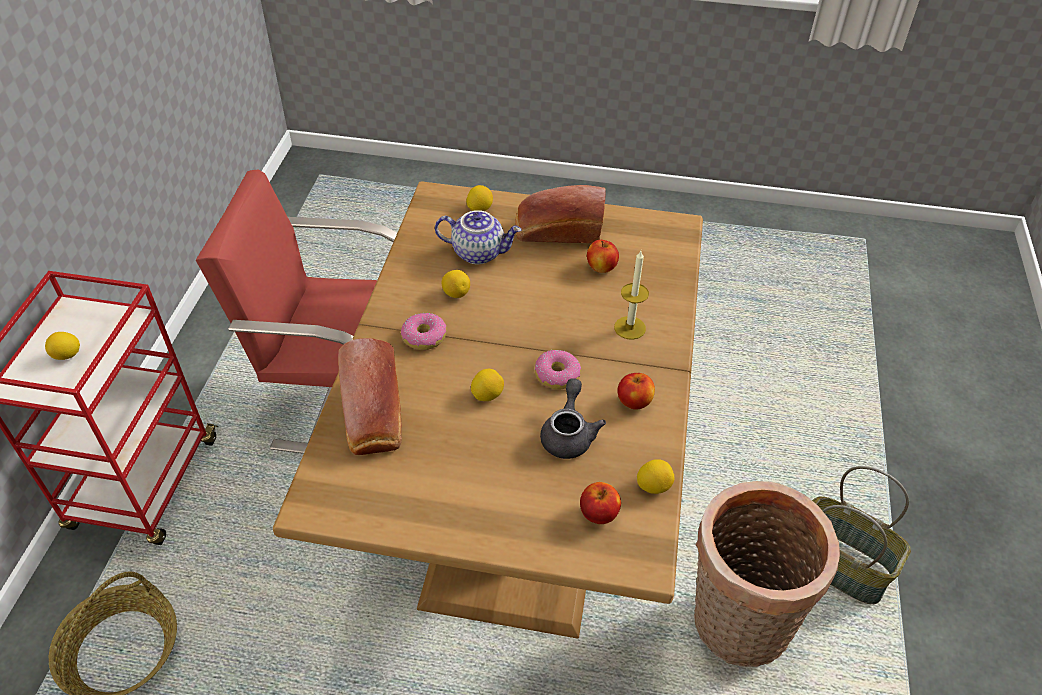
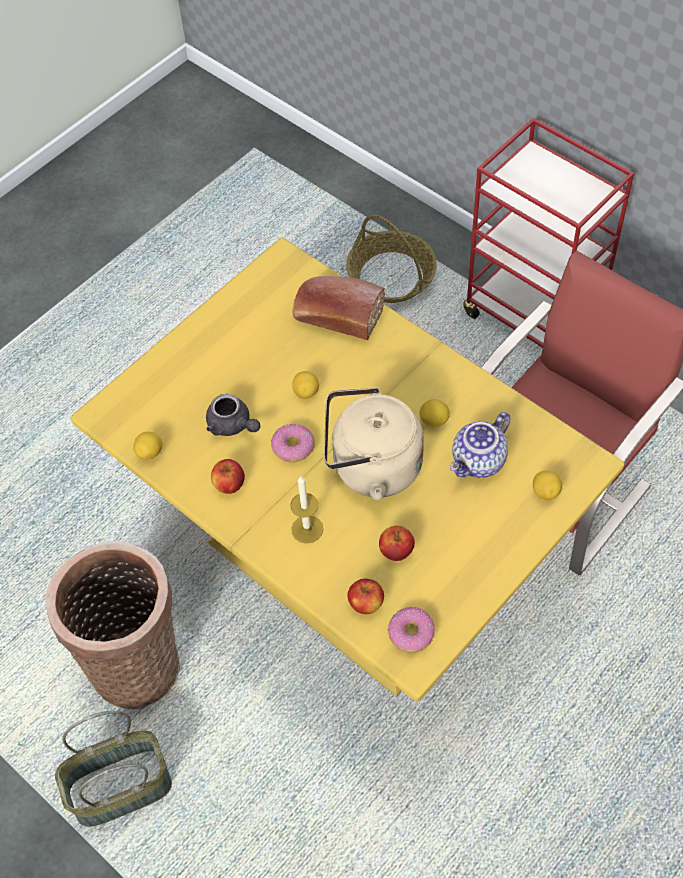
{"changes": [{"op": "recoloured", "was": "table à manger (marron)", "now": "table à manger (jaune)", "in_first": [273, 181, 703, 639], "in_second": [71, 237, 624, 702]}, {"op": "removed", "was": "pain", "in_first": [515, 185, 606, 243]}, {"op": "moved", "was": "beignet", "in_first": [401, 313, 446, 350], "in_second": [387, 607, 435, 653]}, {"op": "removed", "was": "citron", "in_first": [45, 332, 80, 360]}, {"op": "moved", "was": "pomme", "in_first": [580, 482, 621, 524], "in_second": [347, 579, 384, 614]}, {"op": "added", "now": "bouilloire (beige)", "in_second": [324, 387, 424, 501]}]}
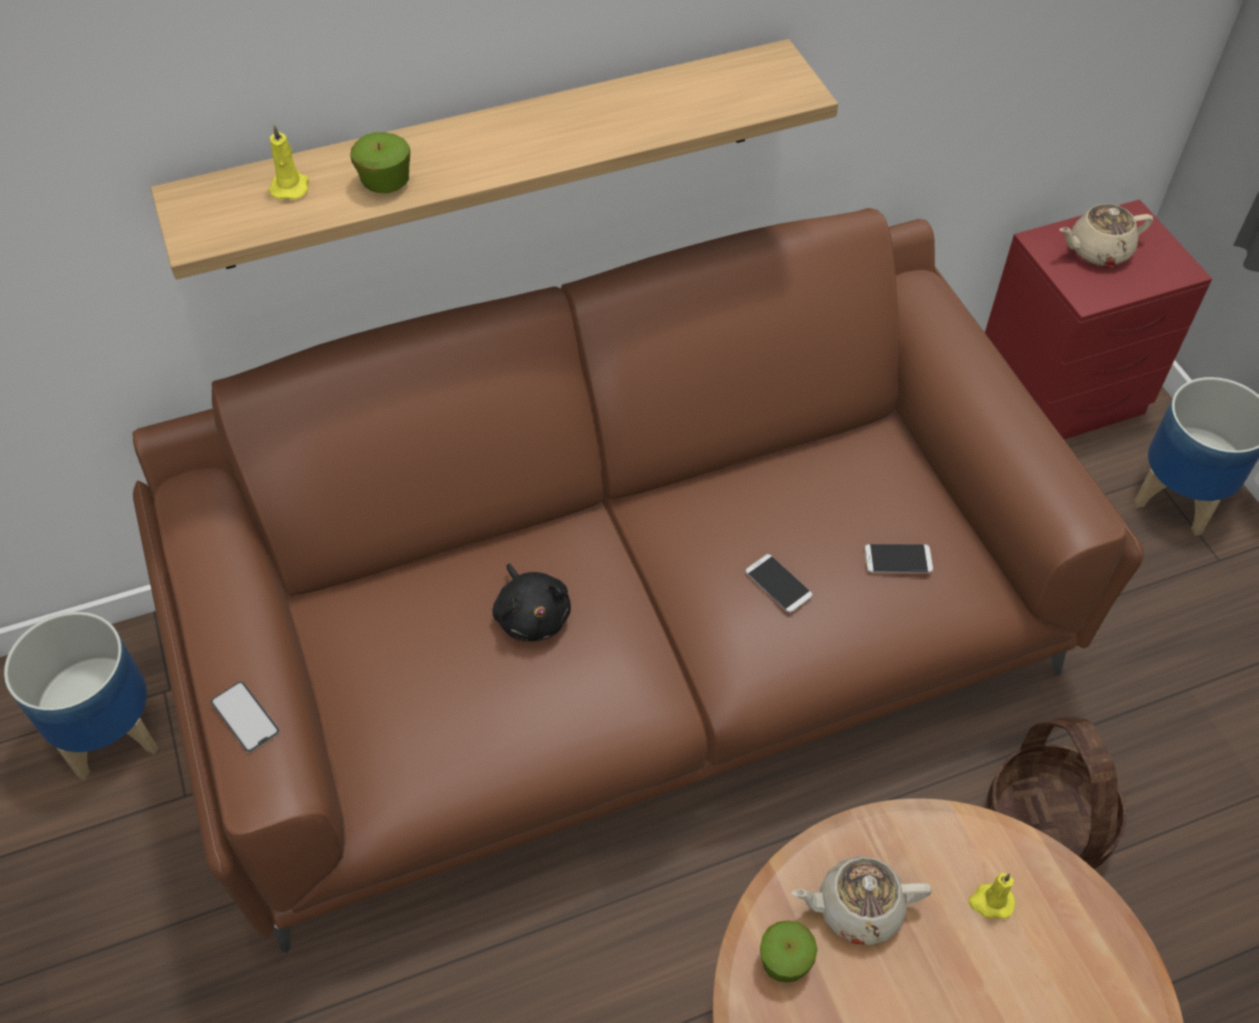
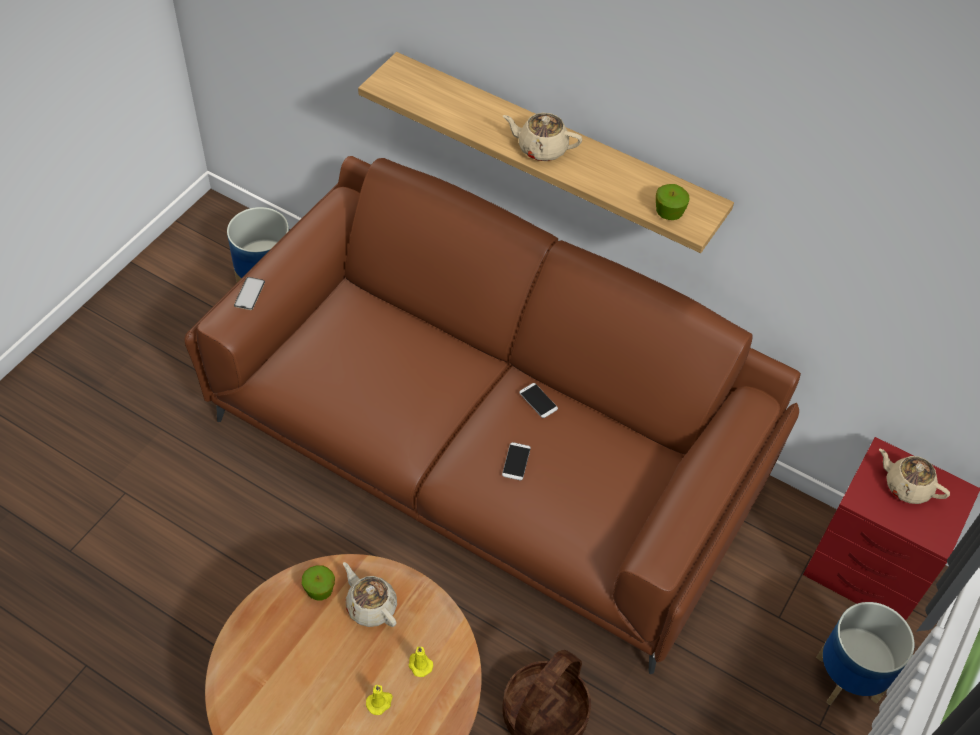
{"changes": [{"op": "moved", "was": "bougie (jaune)", "in_first": [269, 124, 309, 199], "in_second": [366, 685, 393, 715]}, {"op": "moved", "was": "pomme", "in_first": [350, 132, 410, 193], "in_second": [656, 184, 690, 220]}, {"op": "moved", "was": "téléphone", "in_first": [865, 544, 933, 573], "in_second": [519, 383, 558, 418]}, {"op": "removed", "was": "peluche (noir)", "in_first": [492, 564, 571, 641]}, {"op": "added", "now": "théière (beige)", "in_second": [503, 113, 582, 161]}]}
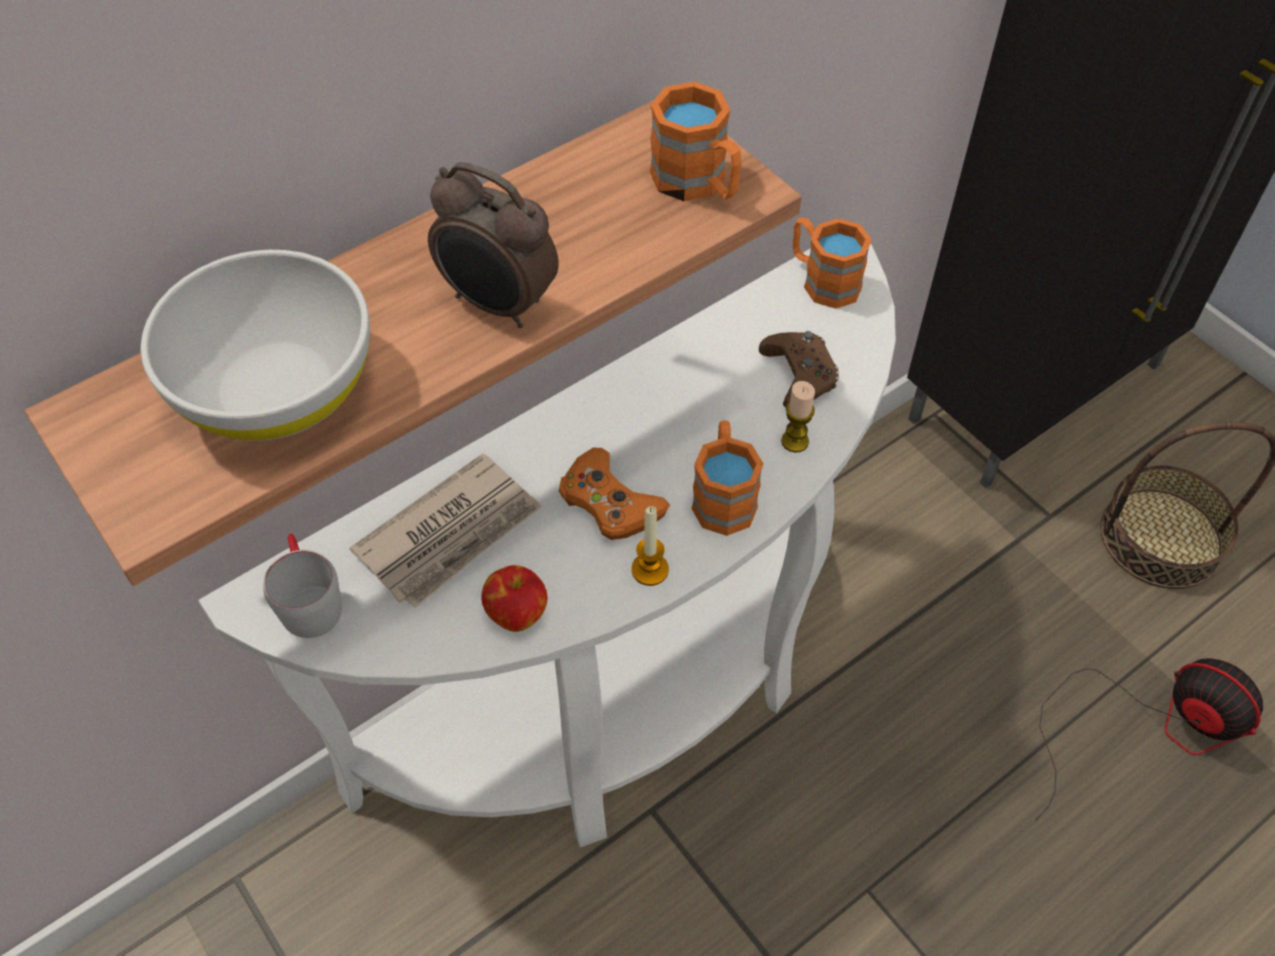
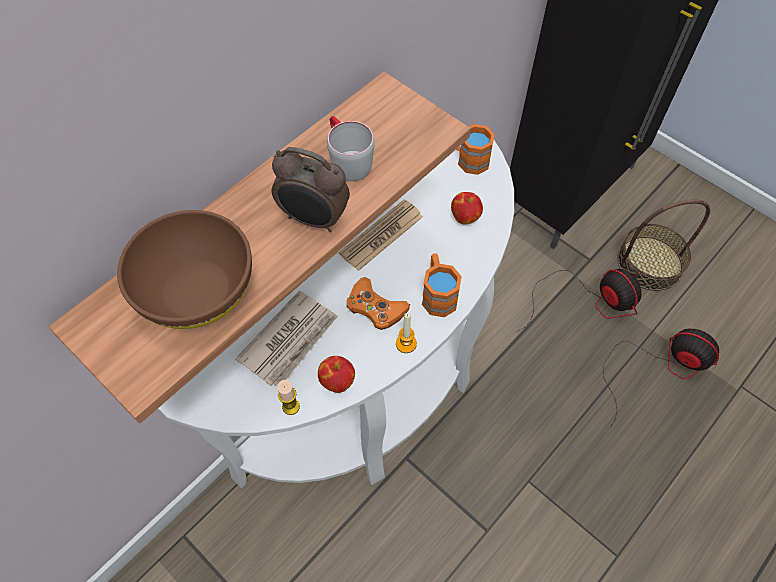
{"changes": [{"op": "removed", "was": "mug (orange)", "in_first": [650, 82, 742, 201]}, {"op": "recoloured", "was": "bol (blanc)", "now": "bol (marron)", "in_first": [141, 250, 370, 441], "in_second": [117, 210, 252, 329]}, {"op": "replaced", "was": "manette (marron)", "now": "pomme", "in_first": [759, 331, 839, 408], "in_second": [451, 192, 483, 224]}, {"op": "moved", "was": "bougie", "in_first": [781, 381, 815, 453], "in_second": [277, 380, 300, 415]}, {"op": "moved", "was": "mug (gris)", "in_first": [263, 534, 342, 638], "in_second": [327, 116, 375, 181]}, {"op": "added", "now": "journal", "in_second": [339, 199, 423, 271]}, {"op": "added", "now": "ventilateur", "in_second": [517, 269, 641, 332]}]}
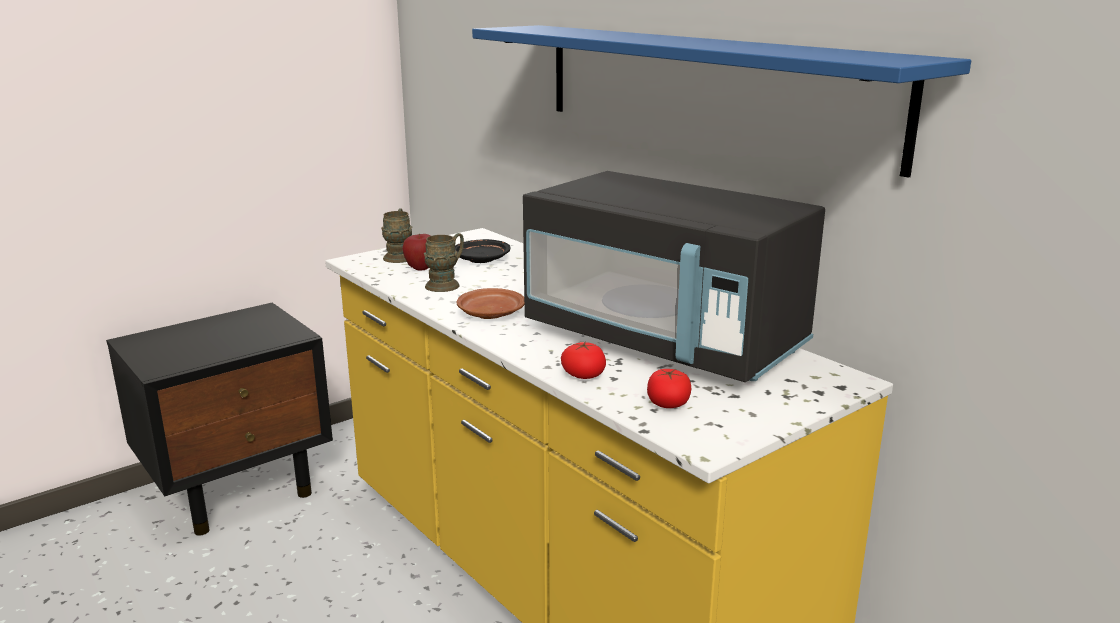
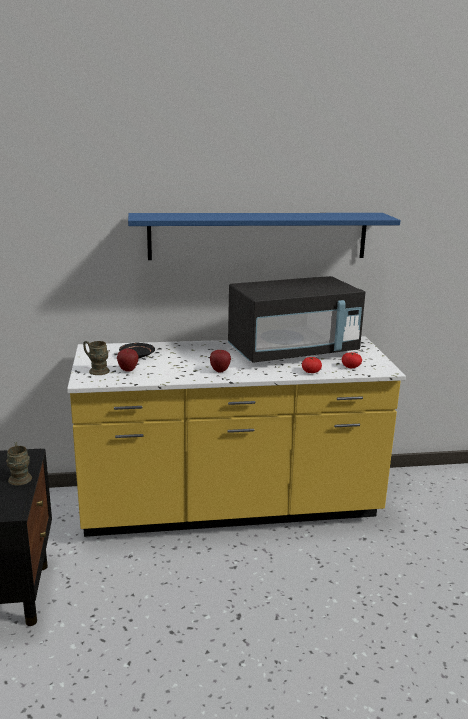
{"changes": [{"op": "moved", "was": "mug (marron)", "in_first": [424, 233, 464, 292], "in_second": [6, 442, 32, 485]}, {"op": "replaced", "was": "assiette (marron)", "now": "pomme", "in_first": [457, 288, 524, 319], "in_second": [210, 350, 231, 373]}]}
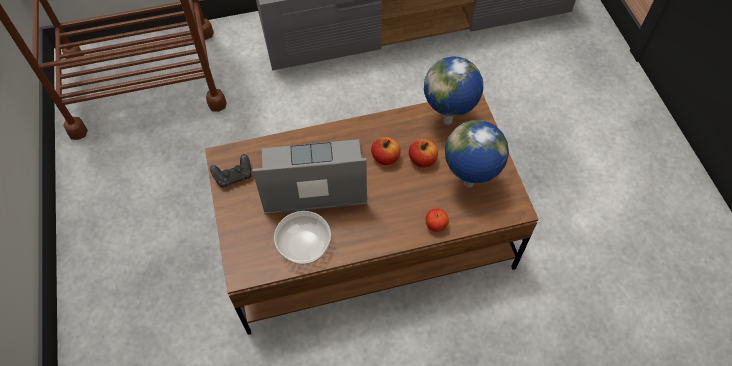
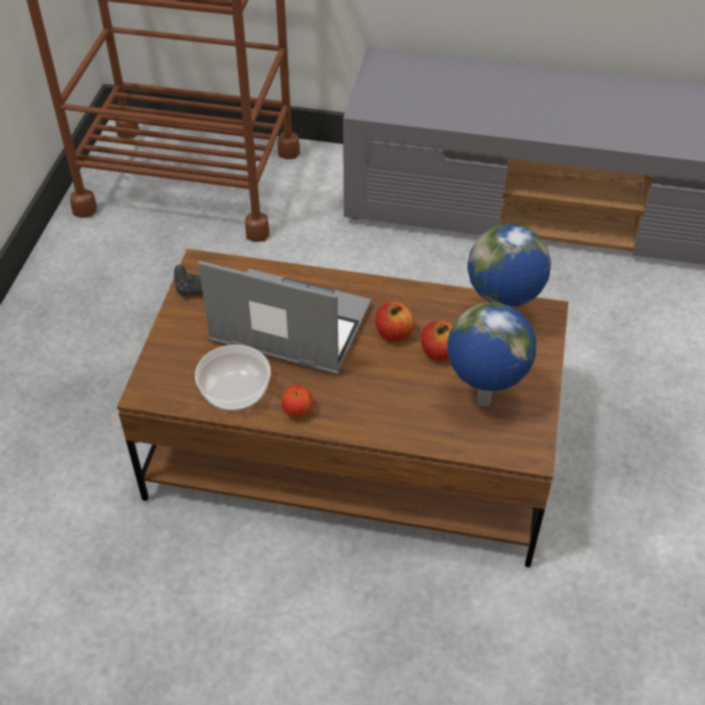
{"changes": [{"op": "moved", "was": "pomme", "in_first": [426, 208, 449, 232], "in_second": [282, 385, 313, 417]}]}
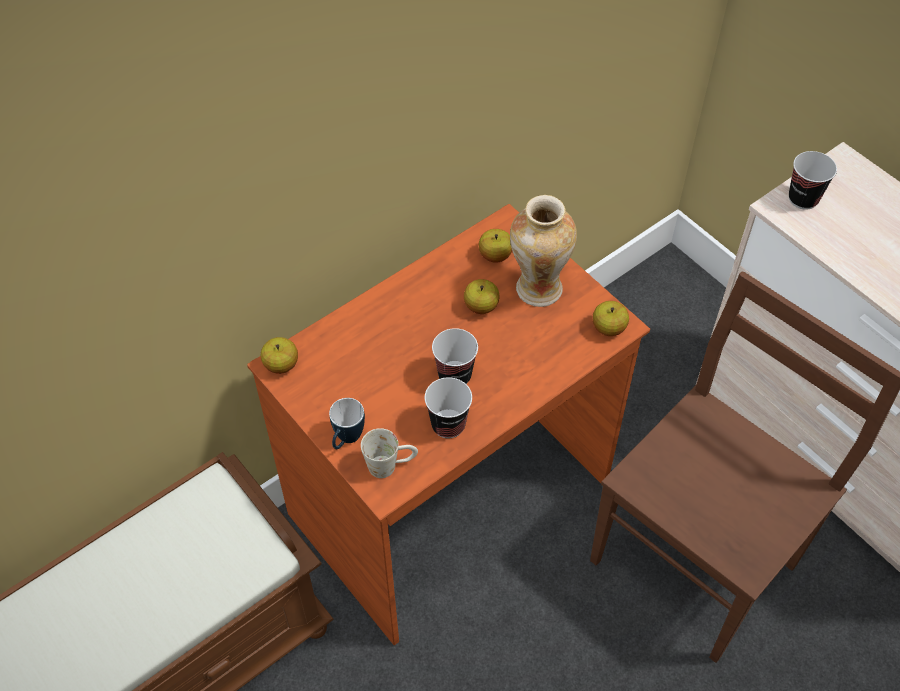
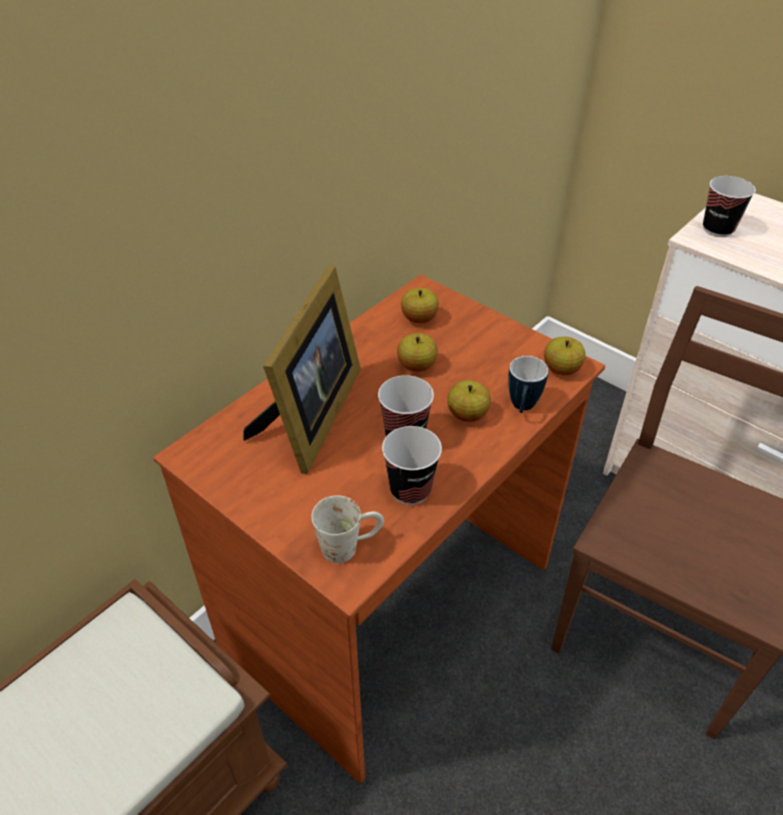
{"changes": [{"op": "removed", "was": "vase", "in_first": [510, 195, 577, 307]}, {"op": "moved", "was": "pomme", "in_first": [261, 337, 298, 374], "in_second": [447, 380, 491, 422]}, {"op": "moved", "was": "mug", "in_first": [329, 398, 365, 449], "in_second": [508, 356, 548, 413]}, {"op": "added", "now": "cadre photo", "in_second": [243, 264, 361, 474]}]}
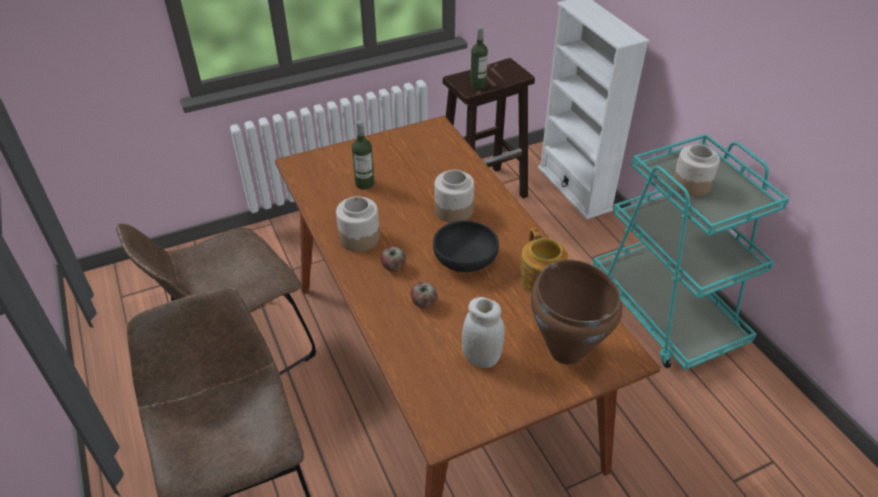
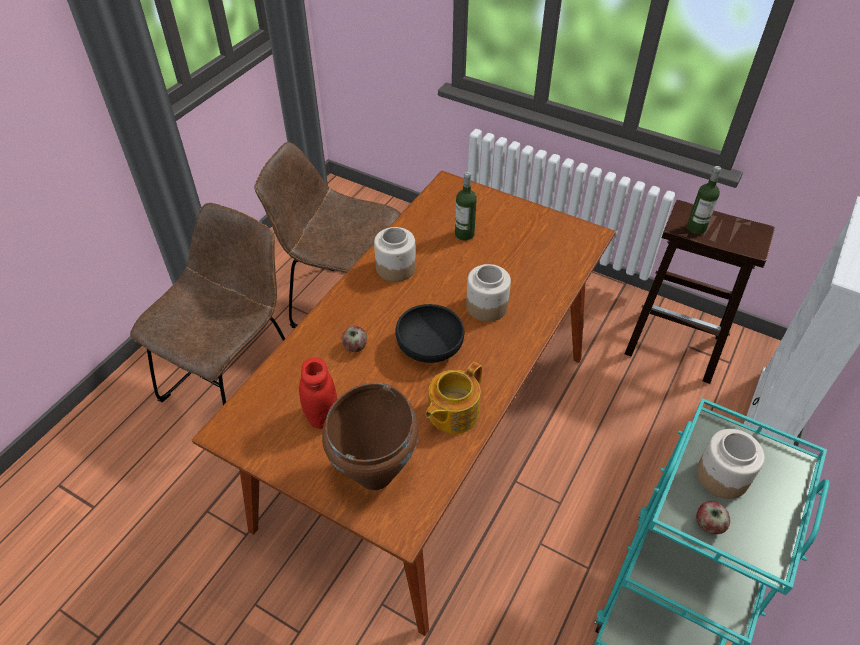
{"changes": [{"op": "moved", "was": "pomme", "in_first": [380, 247, 406, 271], "in_second": [696, 501, 730, 534]}, {"op": "recoloured", "was": "bocal (blanc)", "now": "bocal (rouge)", "in_first": [462, 297, 505, 368], "in_second": [299, 358, 337, 429]}]}
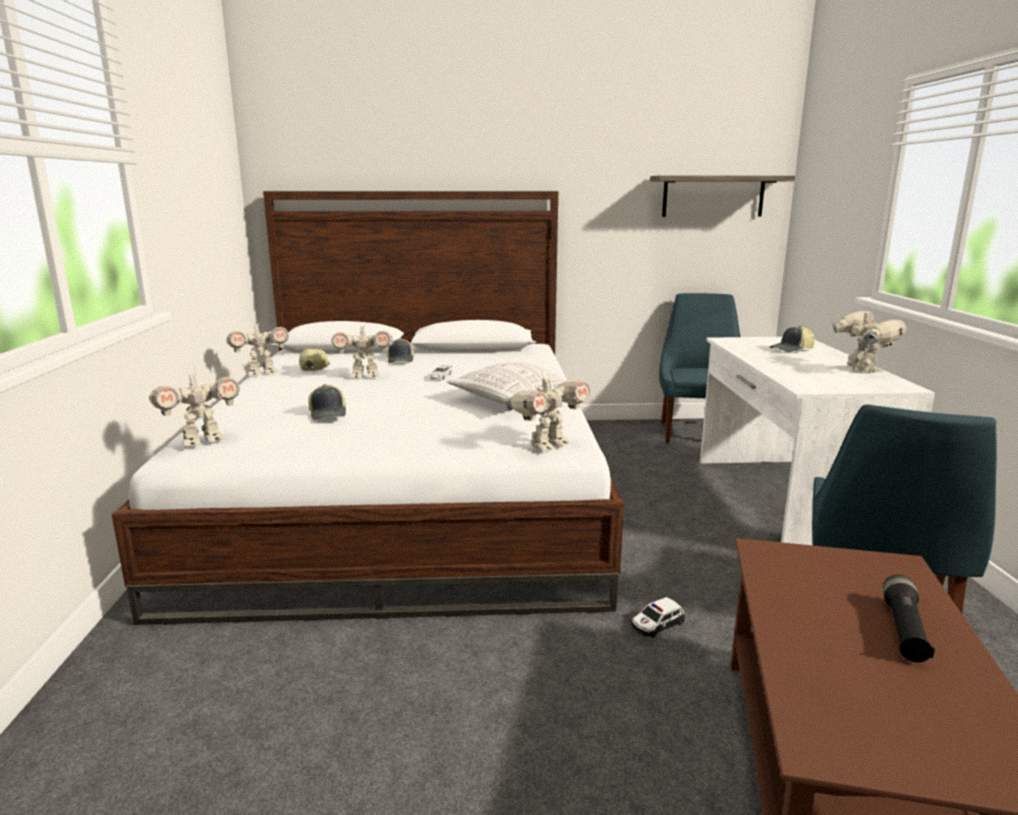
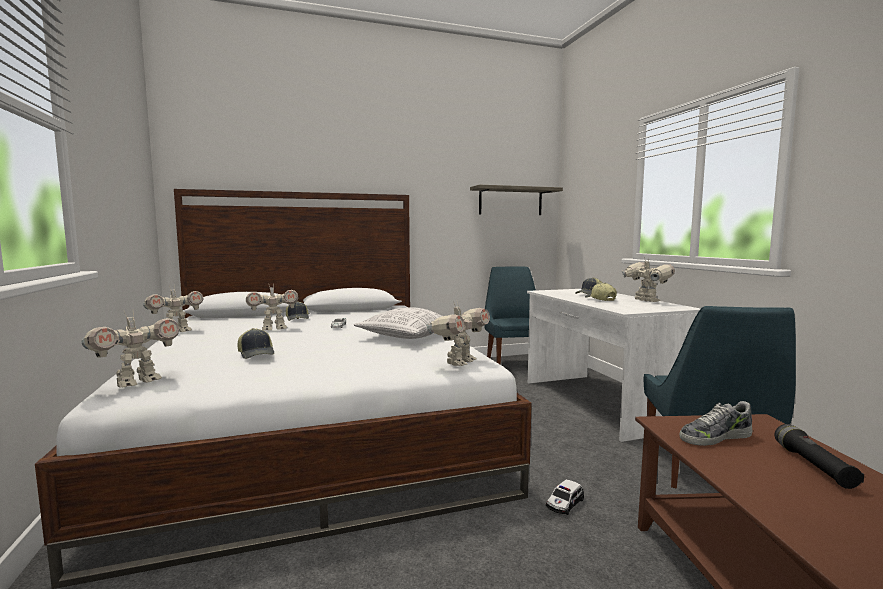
{"changes": [{"op": "moved", "was": "casquette", "in_first": [299, 347, 330, 371], "in_second": [585, 283, 617, 301]}, {"op": "added", "now": "chaussure", "in_second": [679, 401, 753, 446]}]}
